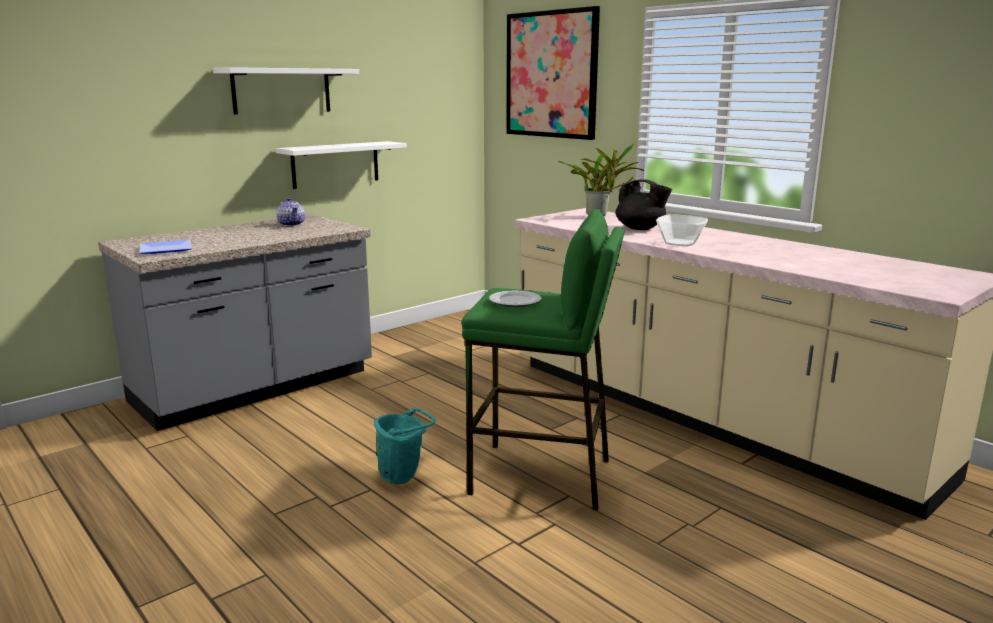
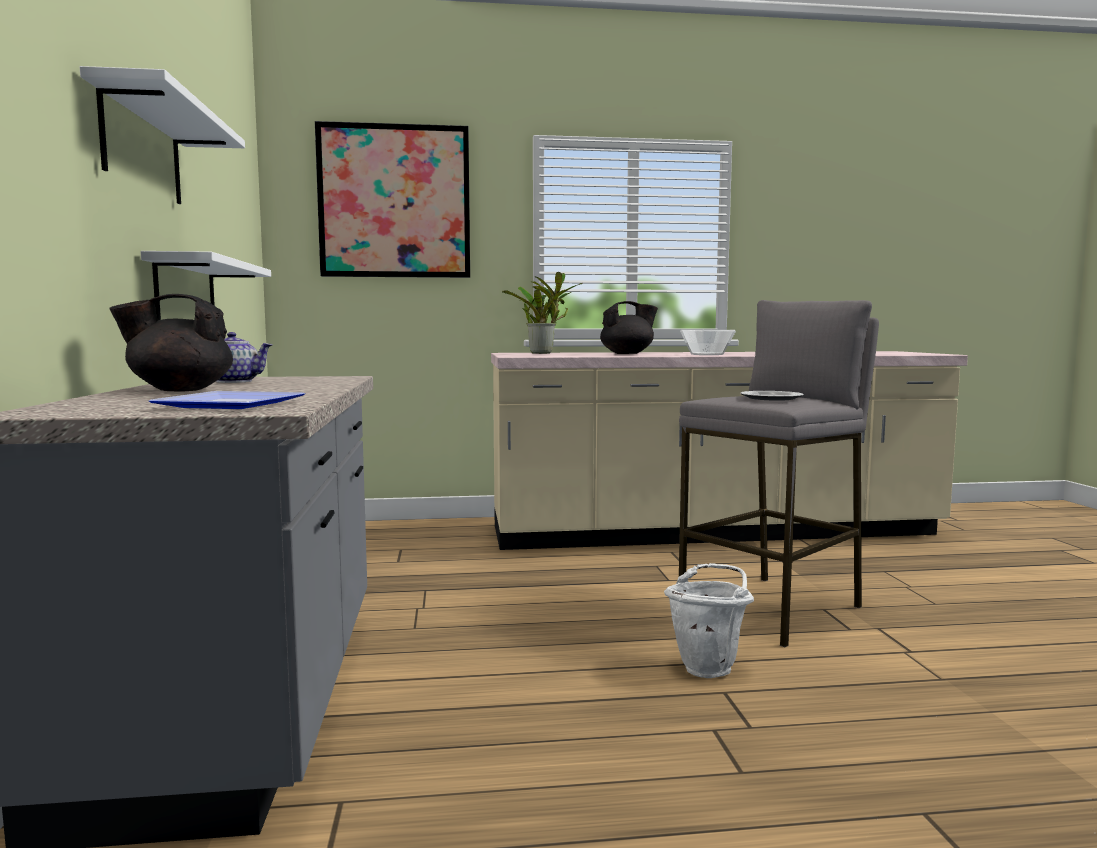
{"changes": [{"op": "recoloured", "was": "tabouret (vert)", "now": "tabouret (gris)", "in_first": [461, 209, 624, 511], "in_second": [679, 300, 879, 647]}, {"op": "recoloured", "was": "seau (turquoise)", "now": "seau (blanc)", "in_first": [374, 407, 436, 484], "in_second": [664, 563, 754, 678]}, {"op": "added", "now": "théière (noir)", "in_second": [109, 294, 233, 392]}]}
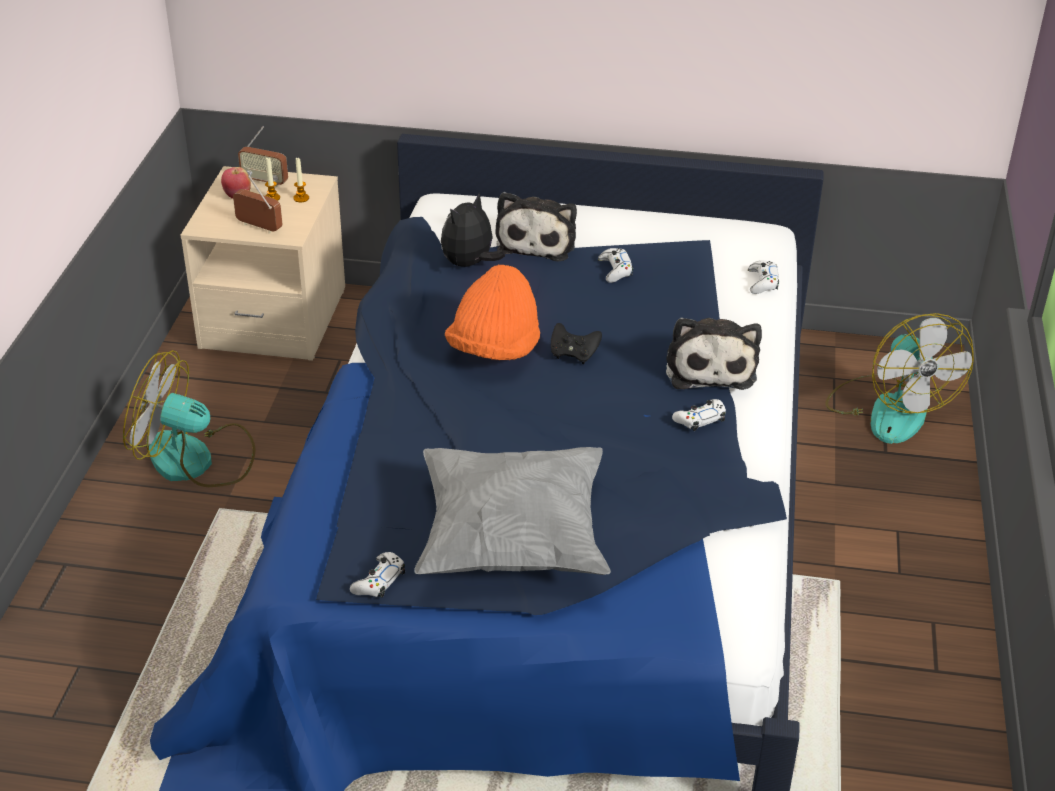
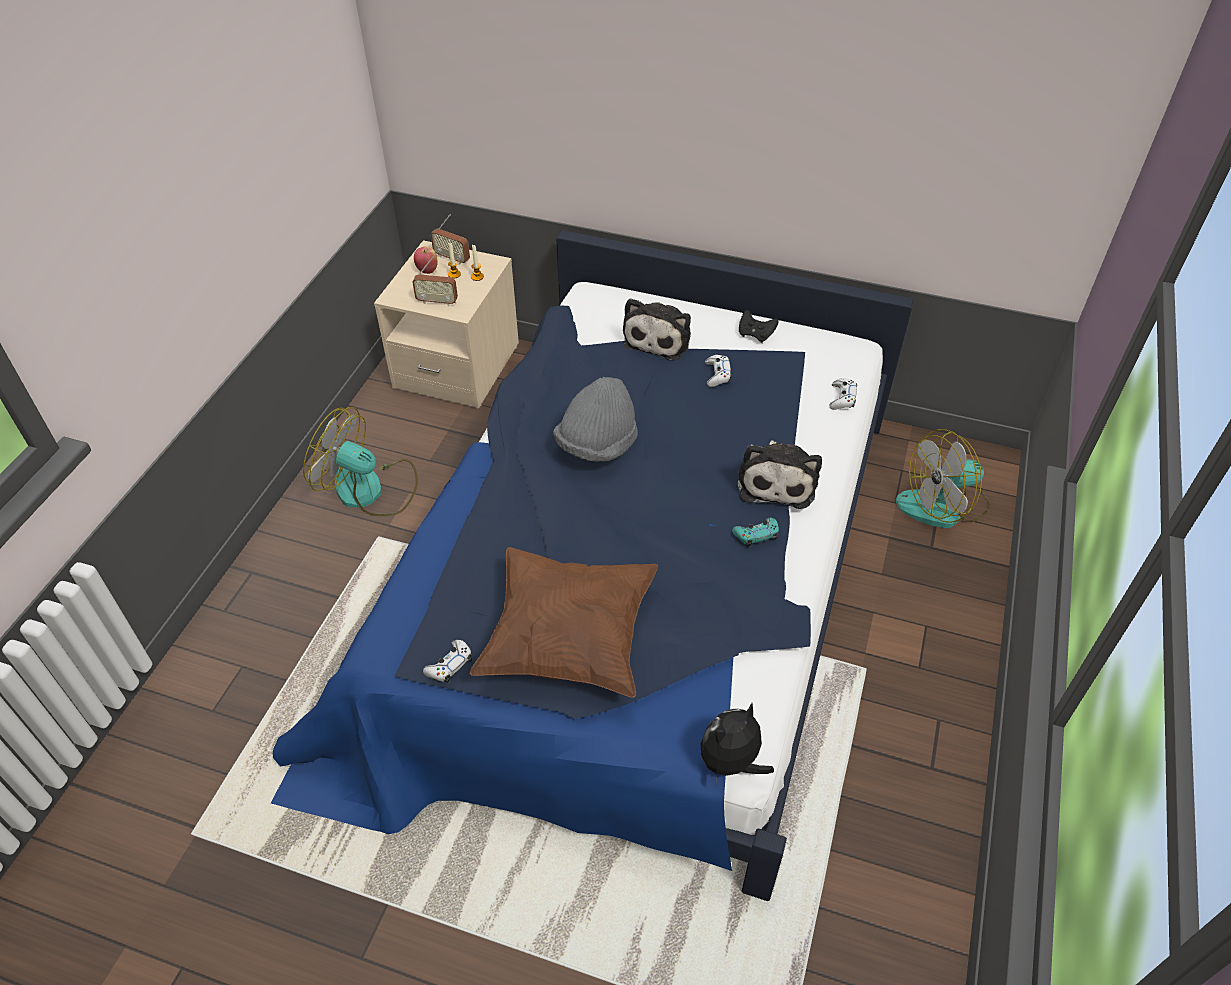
{"changes": [{"op": "turned", "was": "radio", "in_first": [233, 175, 283, 234], "in_second": [412, 257, 458, 306], "clockwise": 150}, {"op": "moved", "was": "peluche", "in_first": [441, 194, 505, 267], "in_second": [700, 703, 774, 783]}, {"op": "recoloured", "was": "chapeau (orange)", "now": "chapeau (gris)", "in_first": [445, 265, 540, 360], "in_second": [553, 377, 638, 462]}, {"op": "turned", "was": "ventilateur", "in_first": [825, 313, 974, 444], "in_second": [896, 429, 990, 528], "clockwise": 75}, {"op": "moved", "was": "manette (noir)", "in_first": [551, 323, 602, 364], "in_second": [739, 310, 779, 343]}, {"op": "recoloured", "was": "manette (blanc)", "now": "manette (turquoise)", "in_first": [672, 399, 726, 431], "in_second": [732, 517, 779, 547]}, {"op": "recoloured", "was": "coussin (gris)", "now": "coussin (marron)", "in_first": [414, 447, 611, 575], "in_second": [470, 547, 658, 698]}]}
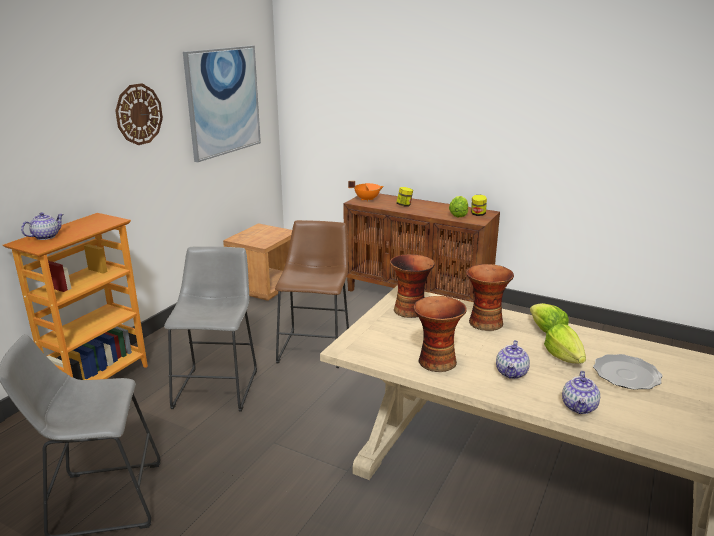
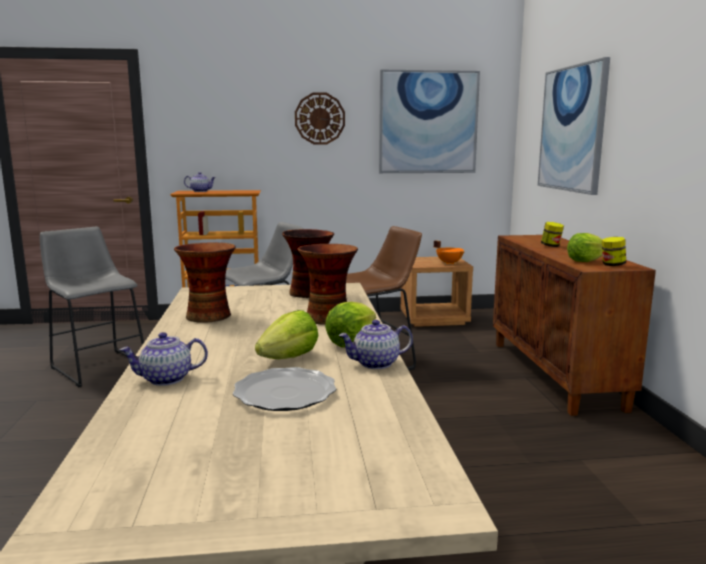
{"changes": [{"op": "moved", "was": "marmite (orange)", "in_first": [348, 181, 384, 202], "in_second": [434, 240, 464, 264]}, {"op": "moved", "was": "théière", "in_first": [496, 340, 530, 379], "in_second": [339, 320, 413, 369]}, {"op": "added", "now": "tableau", "in_second": [538, 57, 610, 195]}]}
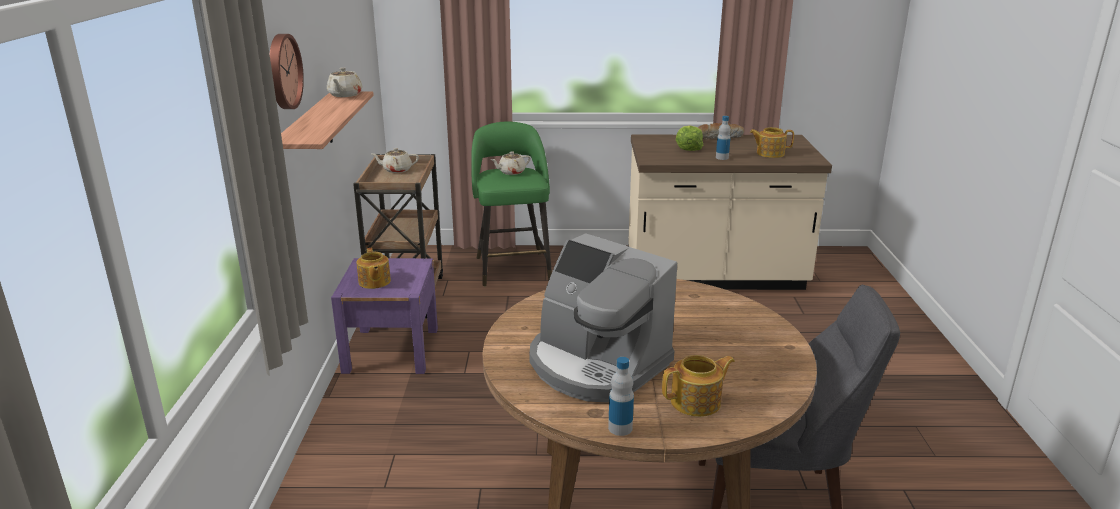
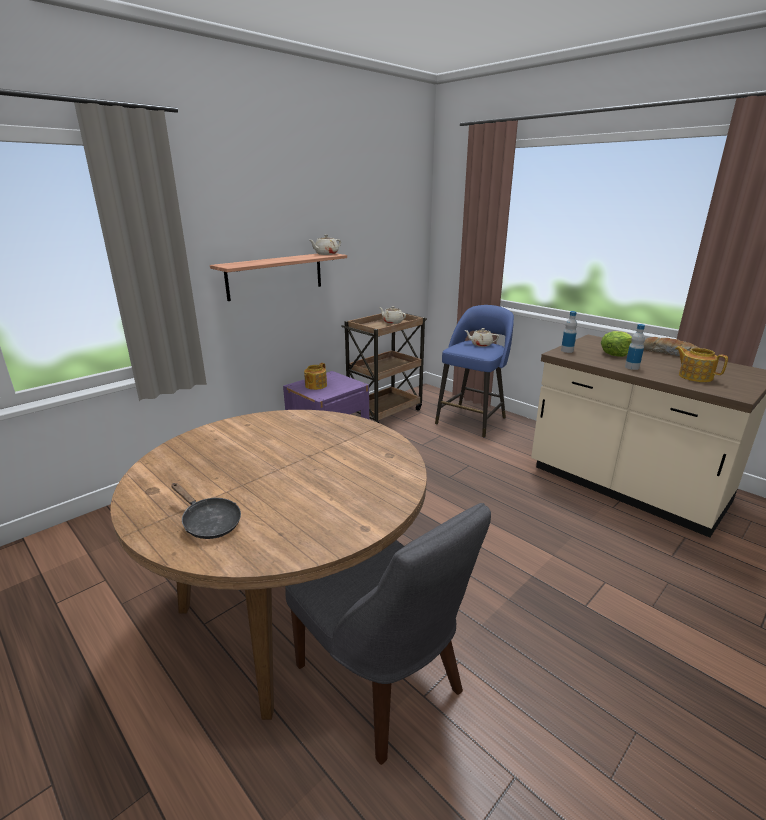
{"changes": [{"op": "removed", "was": "horloge murale", "in_first": [270, 34, 304, 109]}, {"op": "recoloured", "was": "tabouret (vert)", "now": "tabouret (bleu)", "in_first": [471, 121, 552, 286], "in_second": [435, 305, 514, 438]}, {"op": "removed", "was": "machine à café", "in_first": [529, 233, 677, 403]}, {"op": "replaced", "was": "théière", "now": "poêle (noir)", "in_first": [662, 355, 735, 417], "in_second": [171, 483, 241, 539]}, {"op": "moved", "was": "bouteille", "in_first": [608, 357, 634, 436], "in_second": [561, 311, 577, 353]}]}
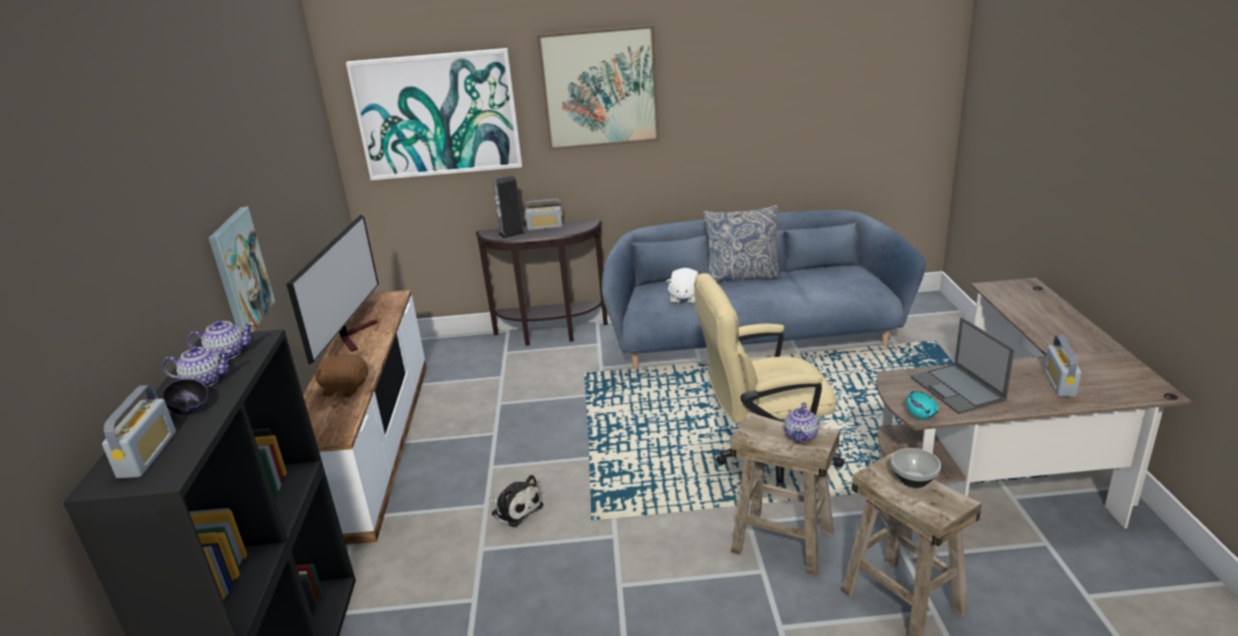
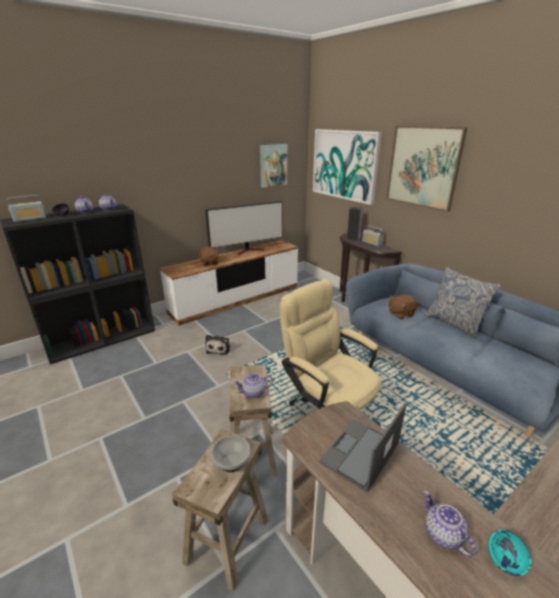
{"changes": [{"op": "moved", "was": "tableau", "in_first": [209, 207, 275, 332], "in_second": [260, 144, 287, 188]}, {"op": "recoloured", "was": "peluche (blanc)", "now": "peluche (marron)", "in_first": [666, 268, 699, 304], "in_second": [389, 294, 418, 319]}, {"op": "replaced", "was": "radio", "now": "théière", "in_first": [1044, 335, 1081, 397], "in_second": [424, 491, 476, 557]}, {"op": "moved", "was": "bol (turquoise)", "in_first": [907, 391, 939, 419], "in_second": [488, 529, 531, 576]}]}
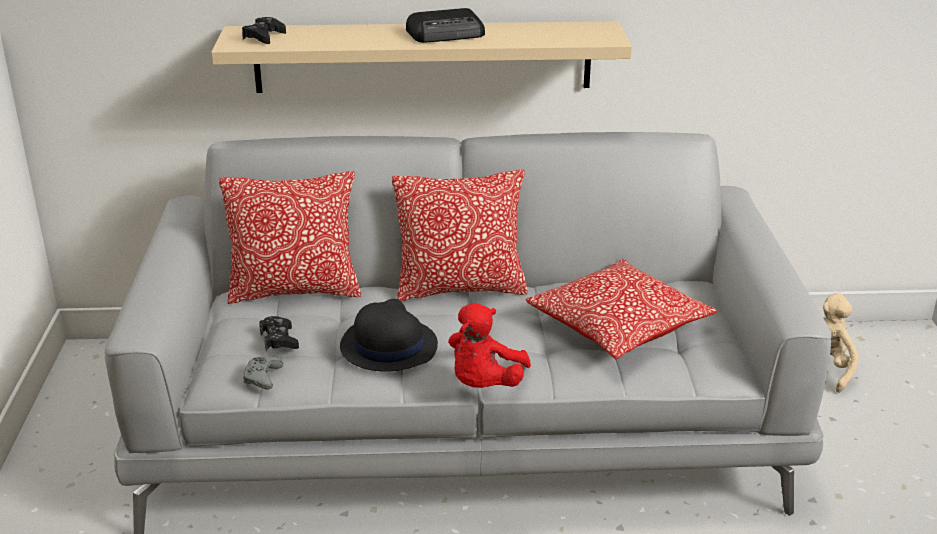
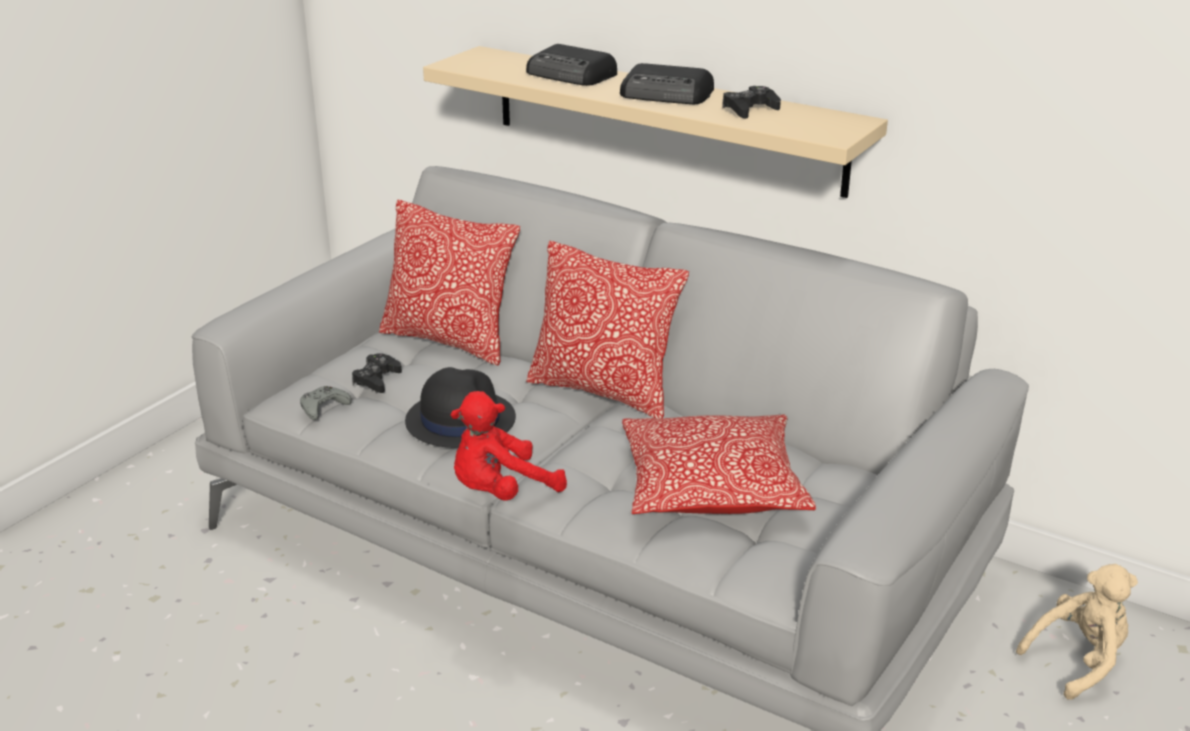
{"changes": [{"op": "moved", "was": "manette (noir)", "in_first": [242, 17, 286, 44], "in_second": [722, 86, 781, 119]}, {"op": "added", "now": "radio", "in_second": [526, 44, 617, 86]}]}
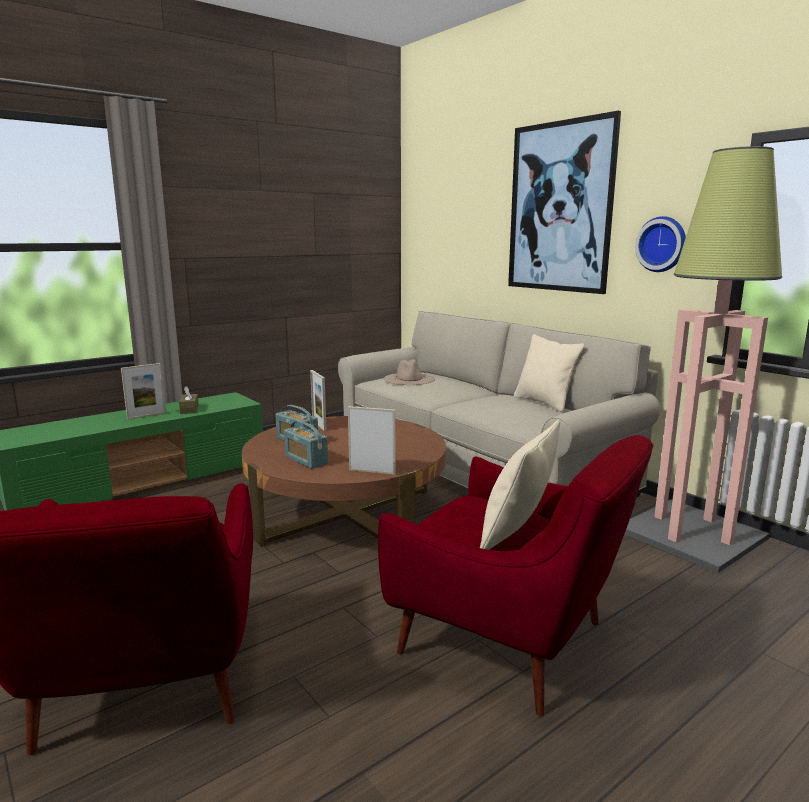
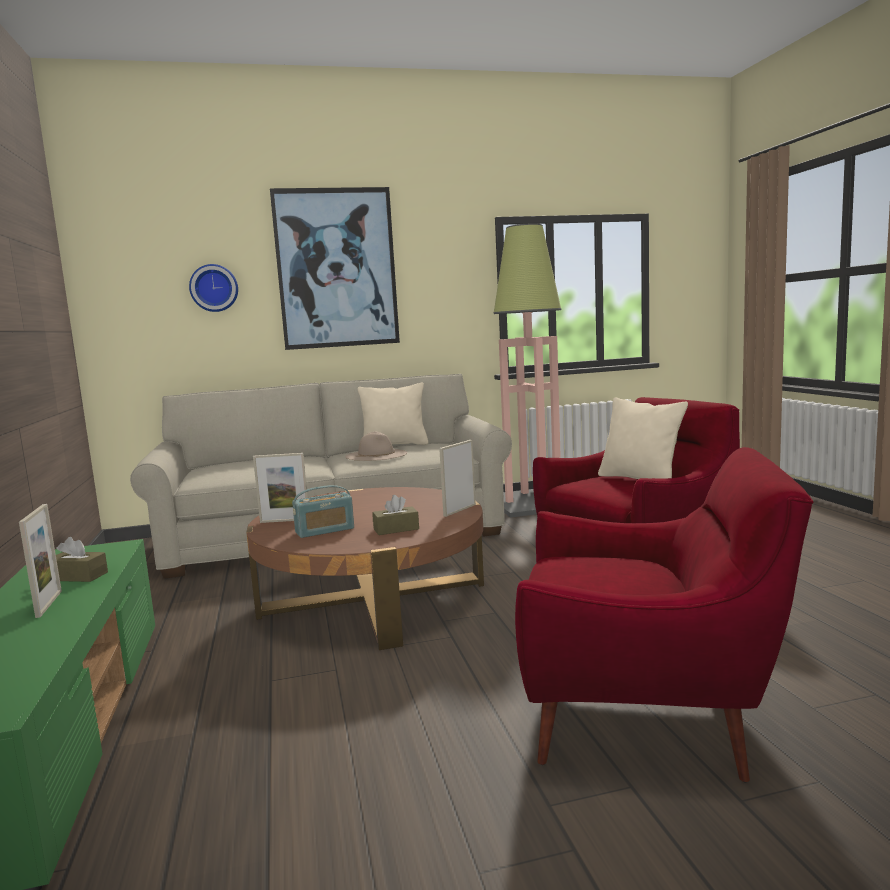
{"changes": [{"op": "moved", "was": "horloge murale", "in_first": [635, 216, 686, 272], "in_second": [189, 264, 238, 312]}, {"op": "moved", "was": "chapeau (beige)", "in_first": [384, 359, 435, 385], "in_second": [345, 432, 407, 461]}, {"op": "replaced", "was": "radio", "now": "boîte à mouchoirs (marron)", "in_first": [284, 421, 328, 469], "in_second": [372, 495, 419, 535]}]}
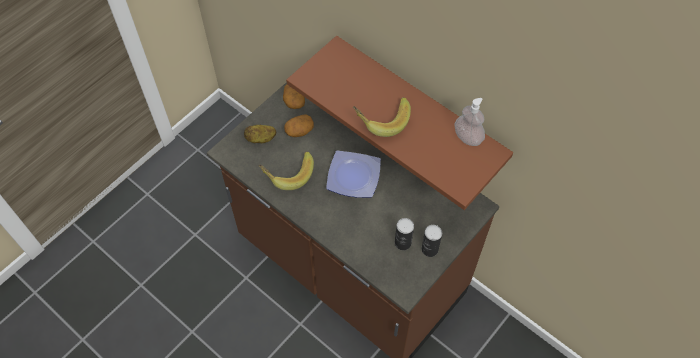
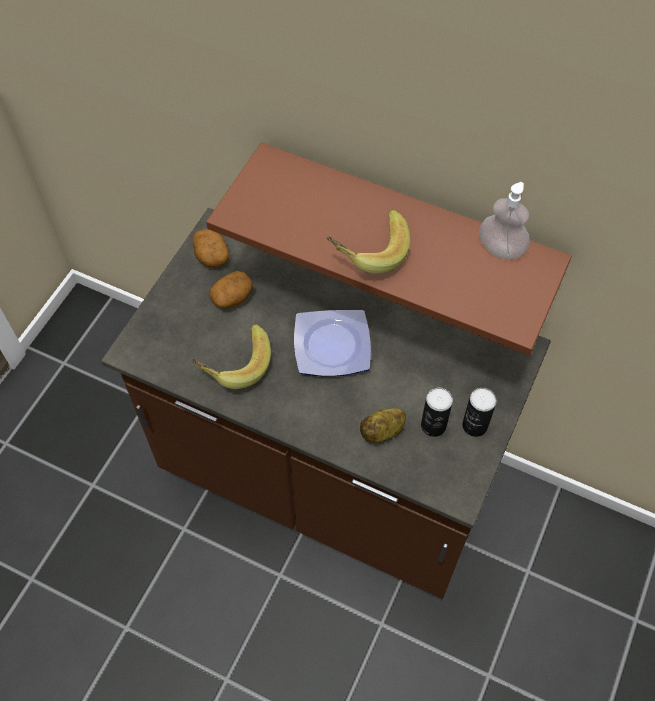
{"changes": [{"op": "moved", "was": "pomme de terre", "in_first": [244, 125, 276, 143], "in_second": [360, 408, 406, 443]}]}
